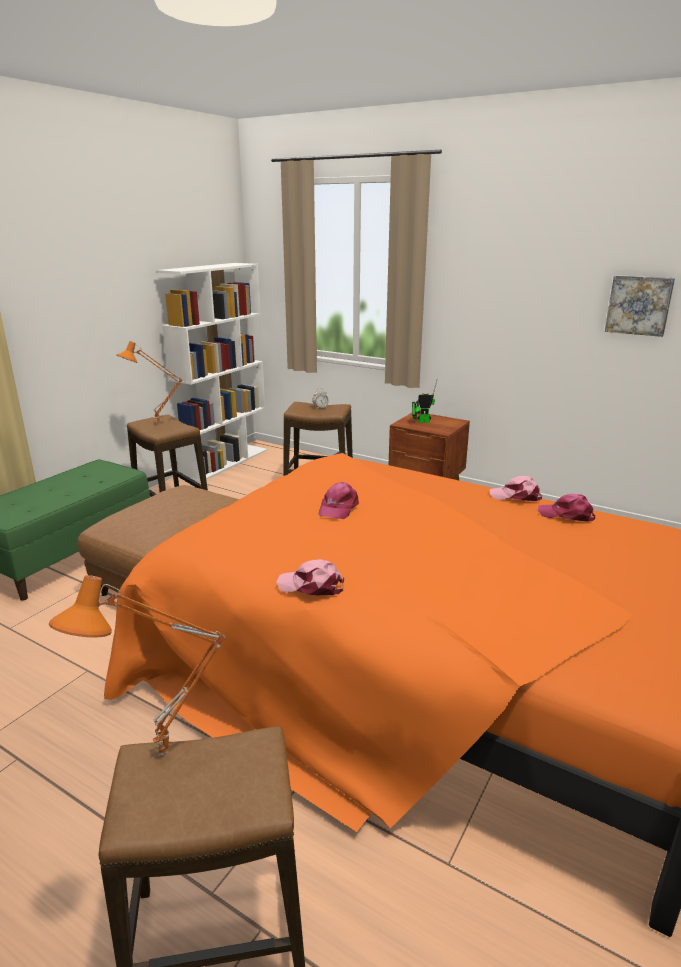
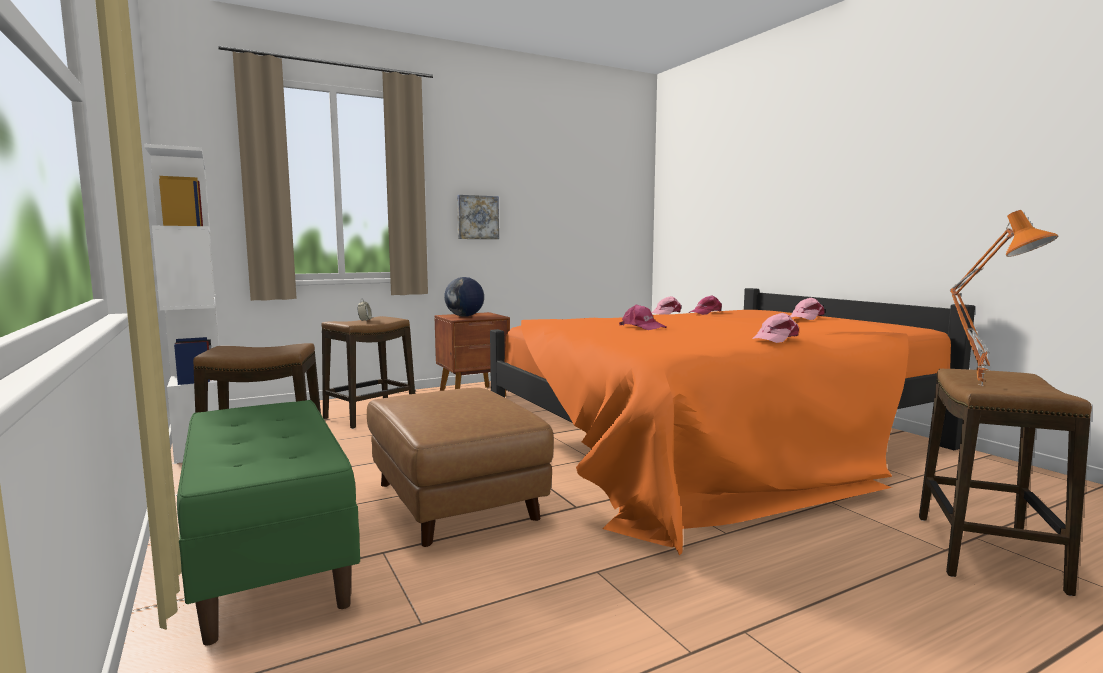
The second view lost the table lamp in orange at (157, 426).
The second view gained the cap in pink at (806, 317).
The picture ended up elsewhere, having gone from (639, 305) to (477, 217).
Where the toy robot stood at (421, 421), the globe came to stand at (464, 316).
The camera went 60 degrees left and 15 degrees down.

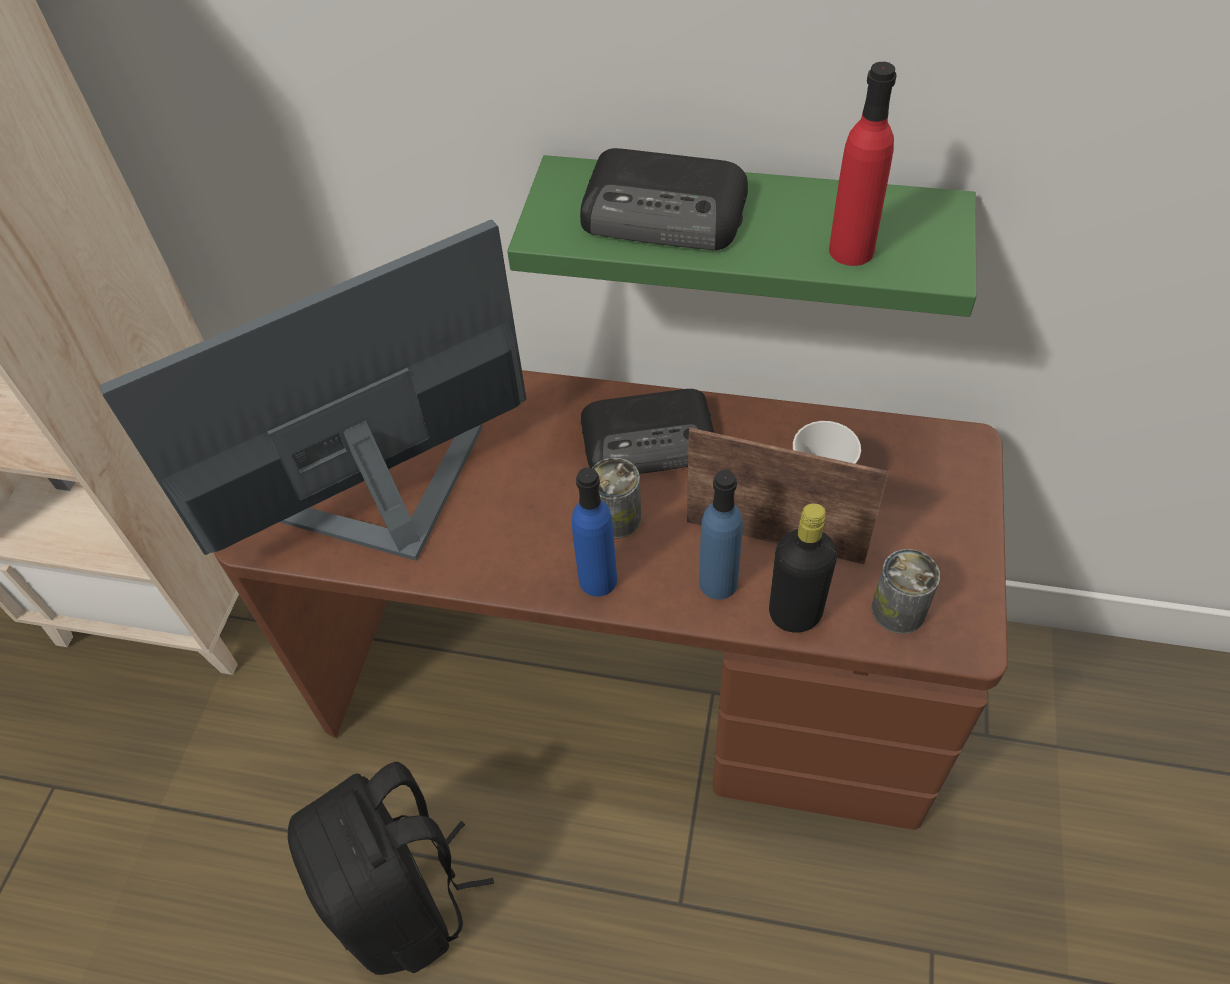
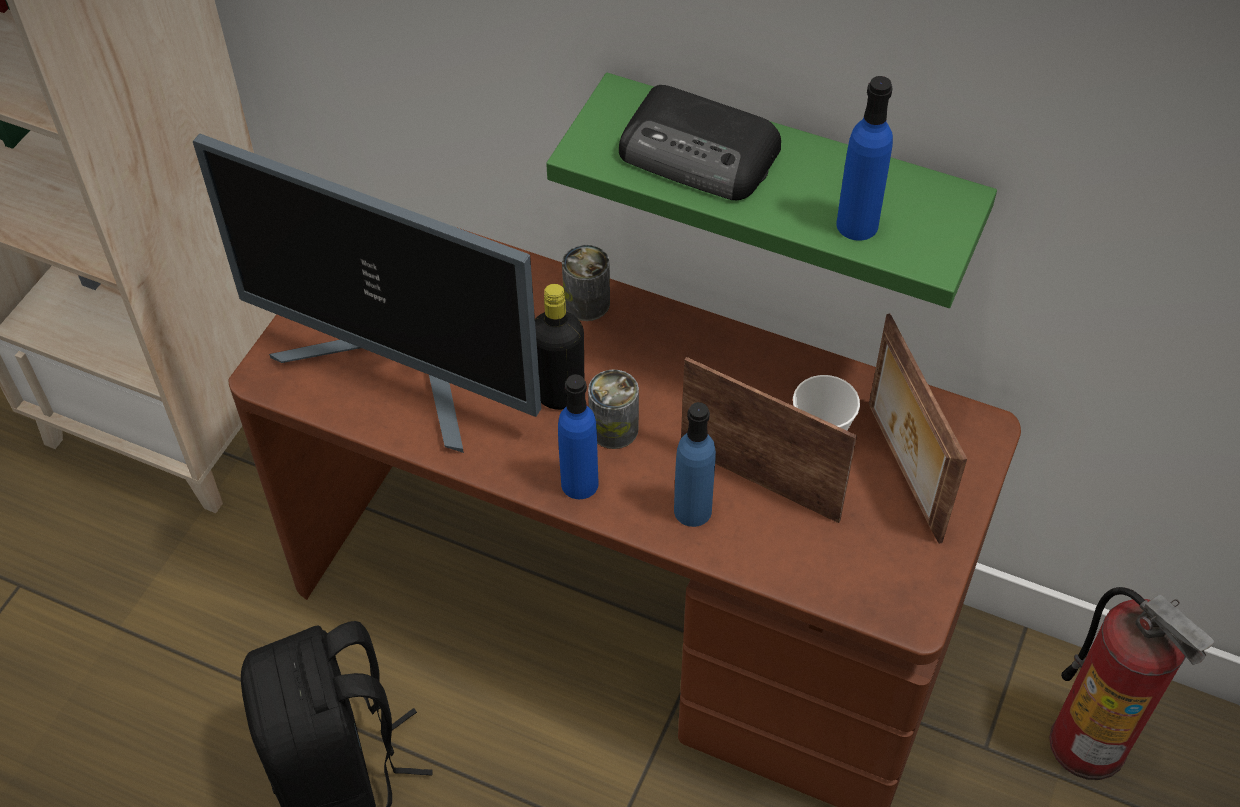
The second view lost the radio at (651, 441).
The second view gained the picture frame at (901, 471).
The second view gained the fire extinguisher at (1089, 743).
The bottle in black ended up elsewhere, having gone from (795, 613) to (560, 394).
The can ended up elsewhere, having gone from (898, 610) to (587, 303).
What was the bottle in red at (851, 250) turned into the bottle in blue at (857, 224).
The monitor at (387, 508) ended up facing another way, 135 degrees counterclockwise from before.
The camera went 10 degrees right and 0 degrees up.

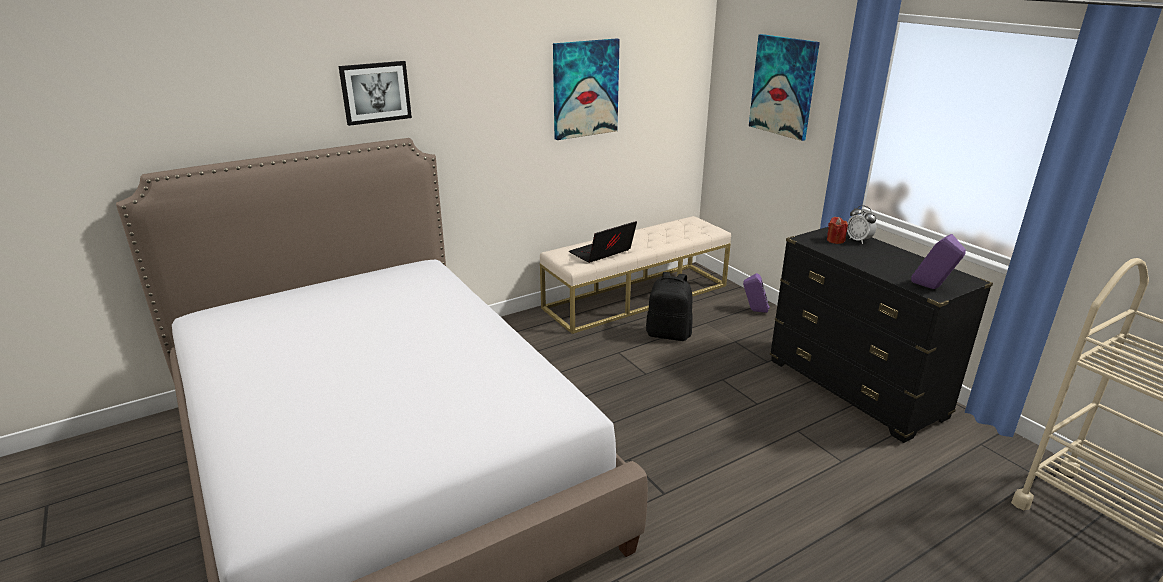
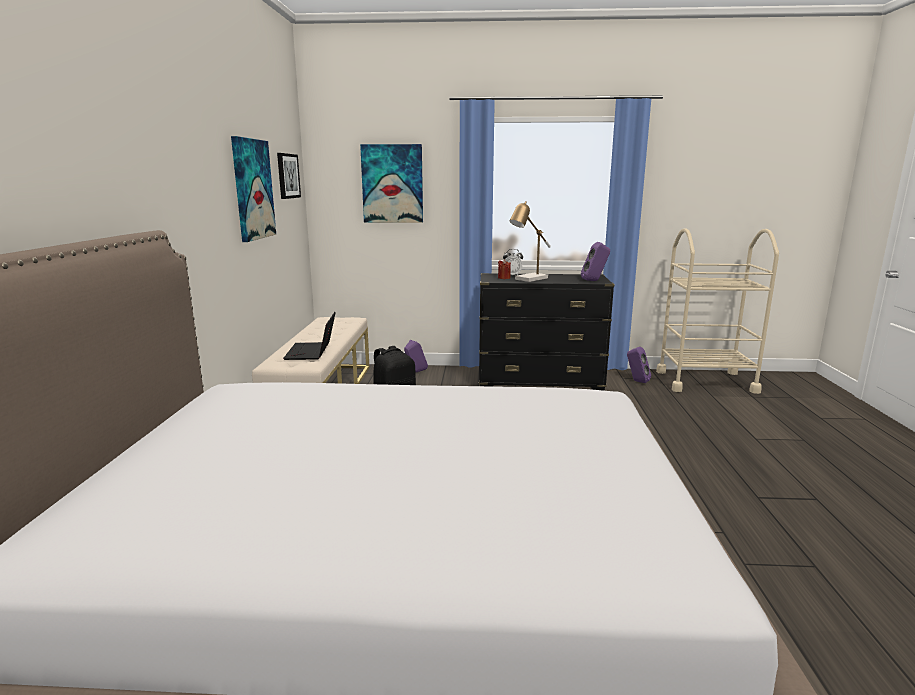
The second view gained the table lamp at (529, 279).
The second view gained the speaker in purple at (636, 381).
The picture ended up elsewhere, having gone from (375, 92) to (287, 176).
The camera went 55 degrees left and 10 degrees down.

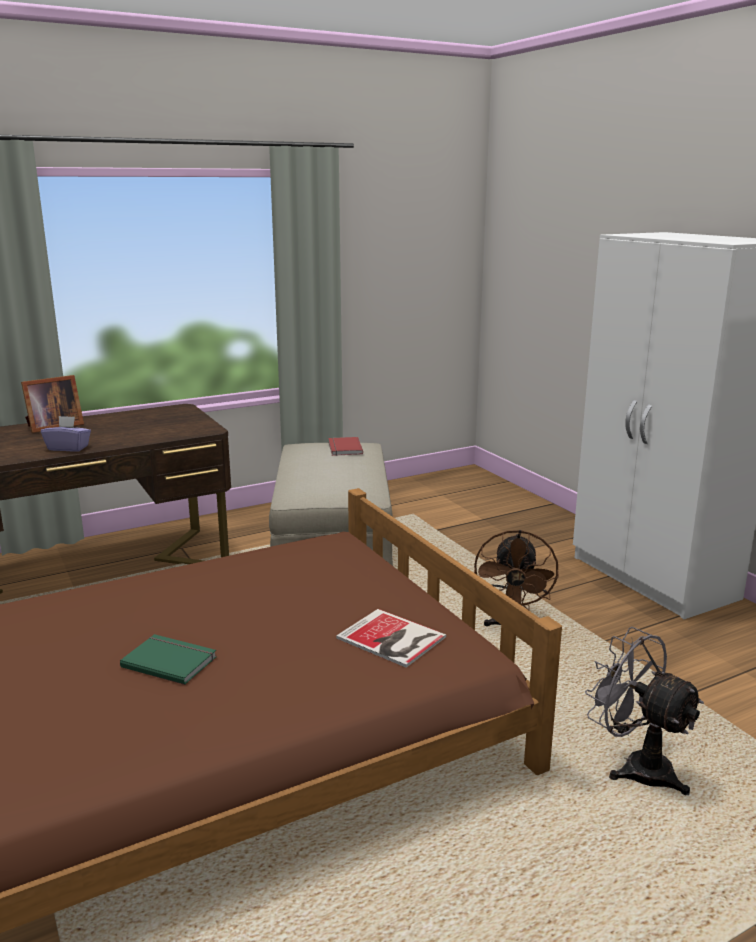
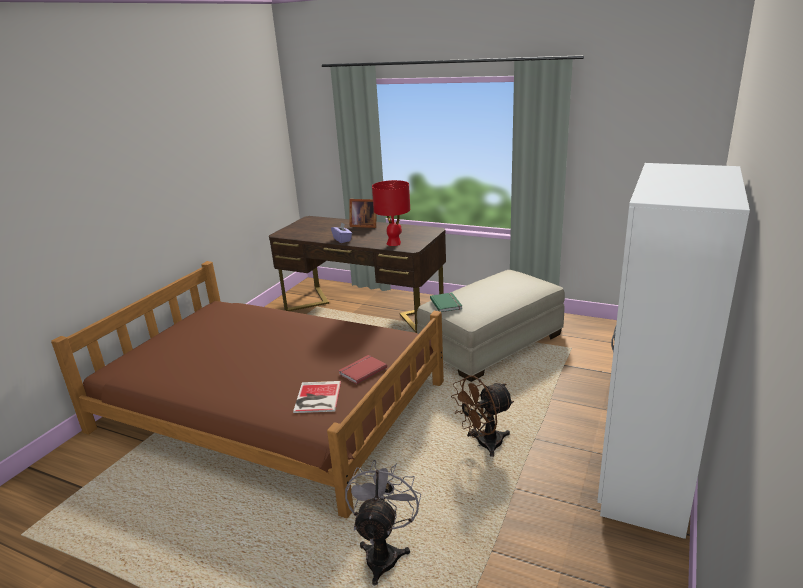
The second view gained the table lamp in red at (394, 243).
The book in green ended up elsewhere, having gone from (170, 661) to (447, 303).
The book in red ended up elsewhere, having gone from (343, 448) to (361, 370).
The camera went 55 degrees right and 5 degrees up.

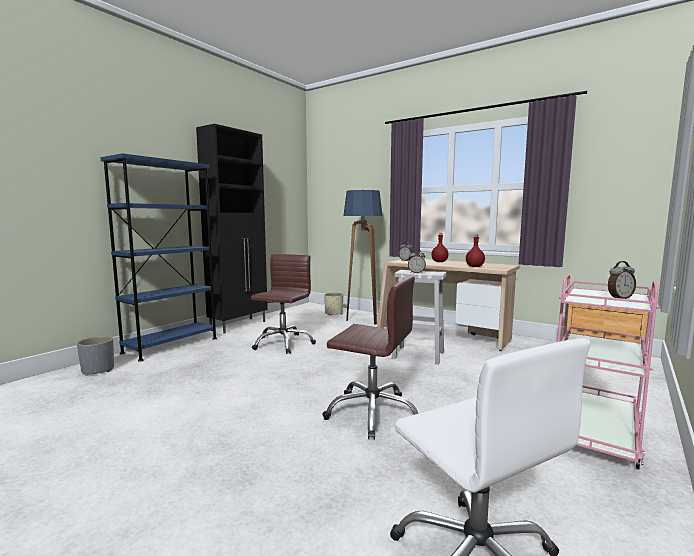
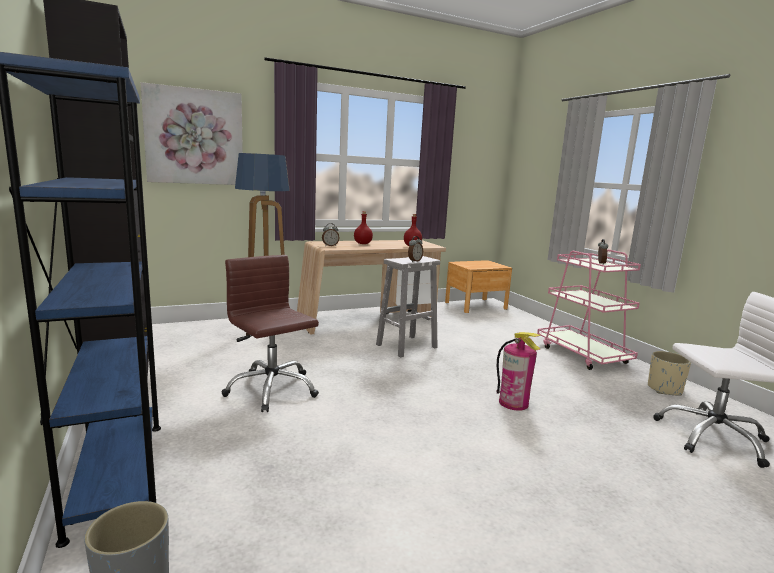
The second view gained the picture at (194, 137).
The planter in beige ended up elsewhere, having gone from (333, 313) to (664, 389).
Where the office chair in brown stood at (372, 412), the fire extinguisher came to stand at (513, 403).
The camera went 60 degrees left and 5 degrees up.

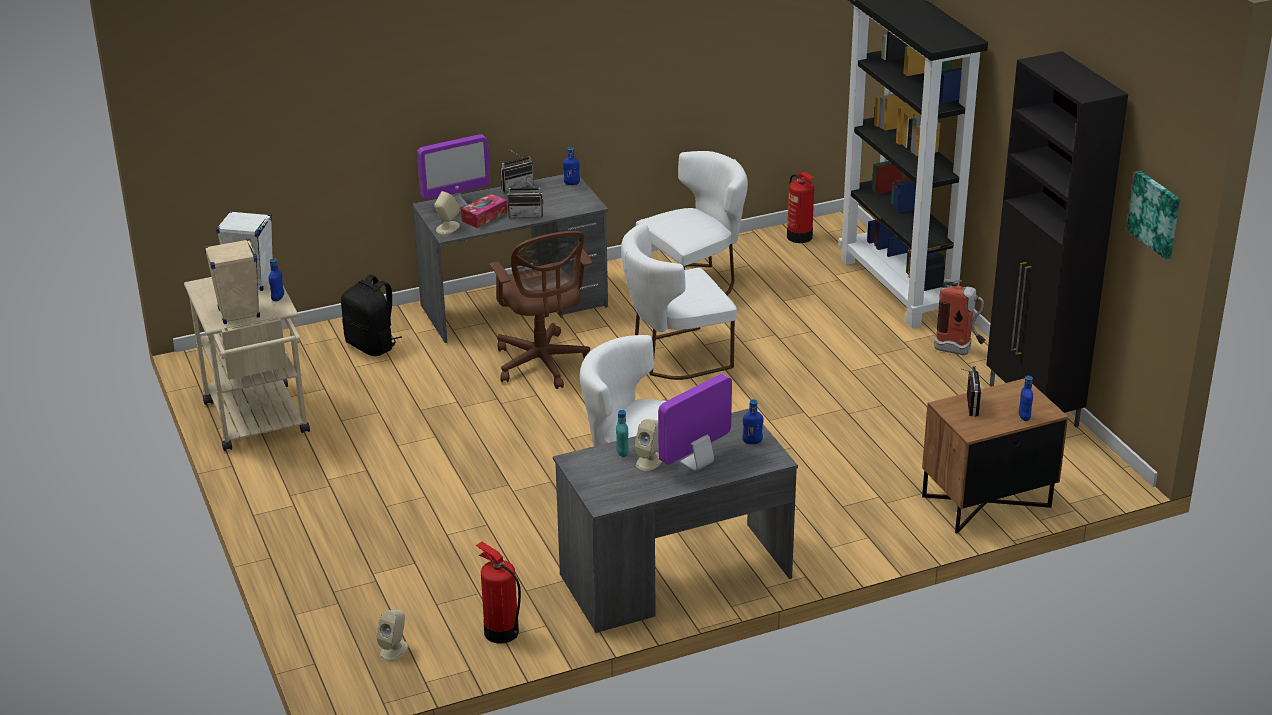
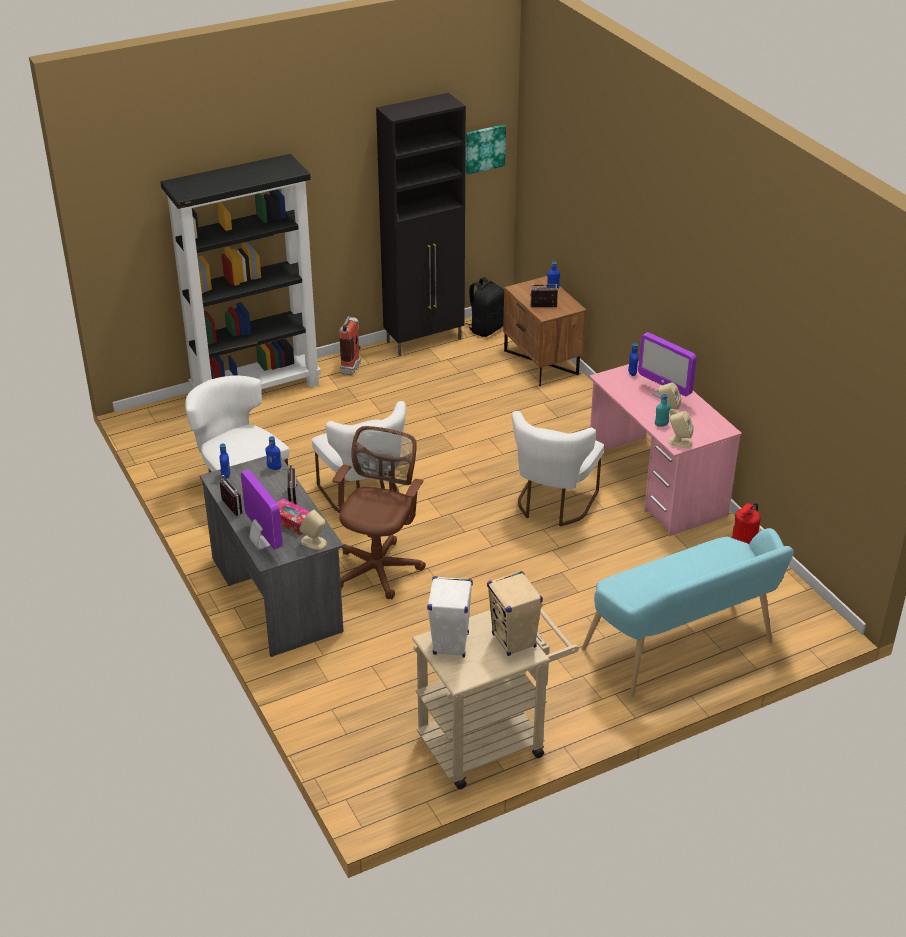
The second view lost the fire extinguisher at (799, 237).
The second view gained the bench in turquoise at (684, 650).
The bottle in blue ended up elsewhere, having gone from (278, 298) to (274, 468).
The backpack in black ended up elsewhere, having gone from (372, 345) to (486, 328).
The speaker in beige ended up elsewhere, having gone from (394, 650) to (679, 442).
What was the desk in grey at (675, 577) turned into the desk in pink at (656, 485).
The office chair in brown at (543, 365) ended up facing another way, 45 degrees counterclockwise from before.
The camera went 95 degrees left and 5 degrees up.

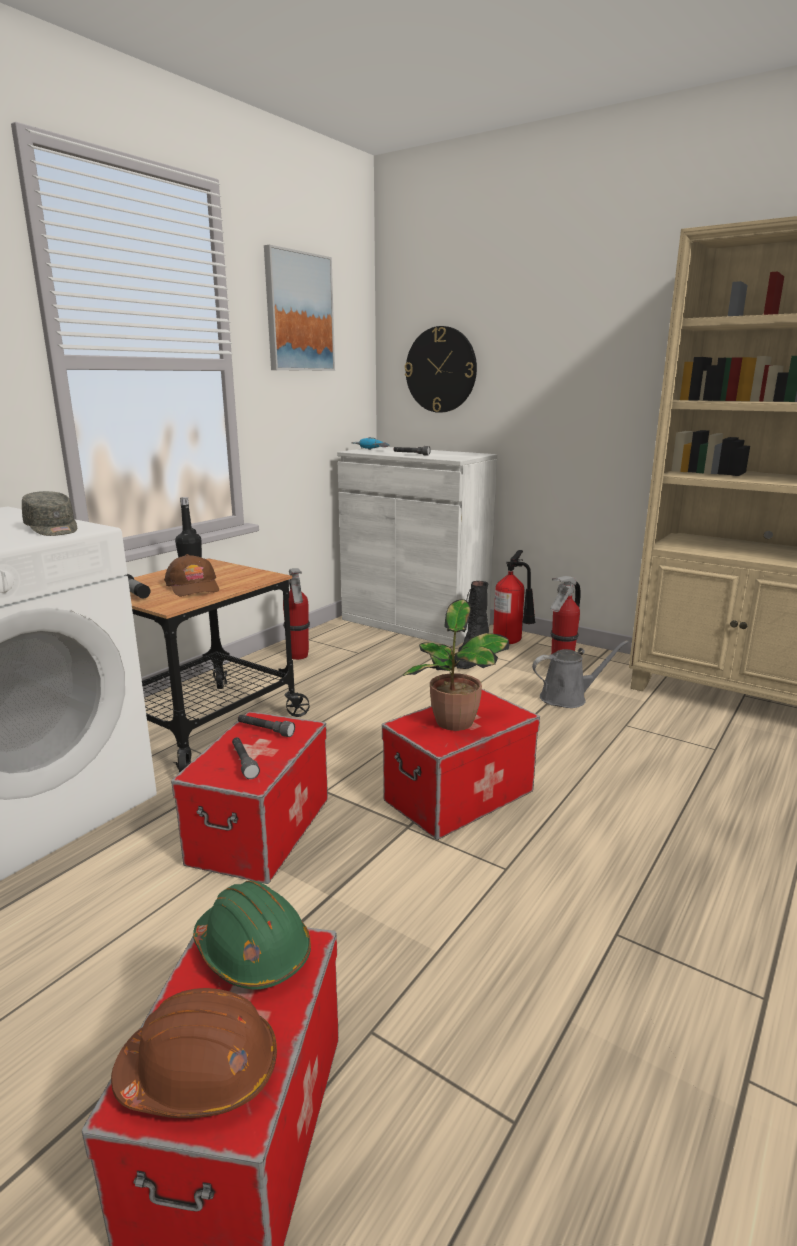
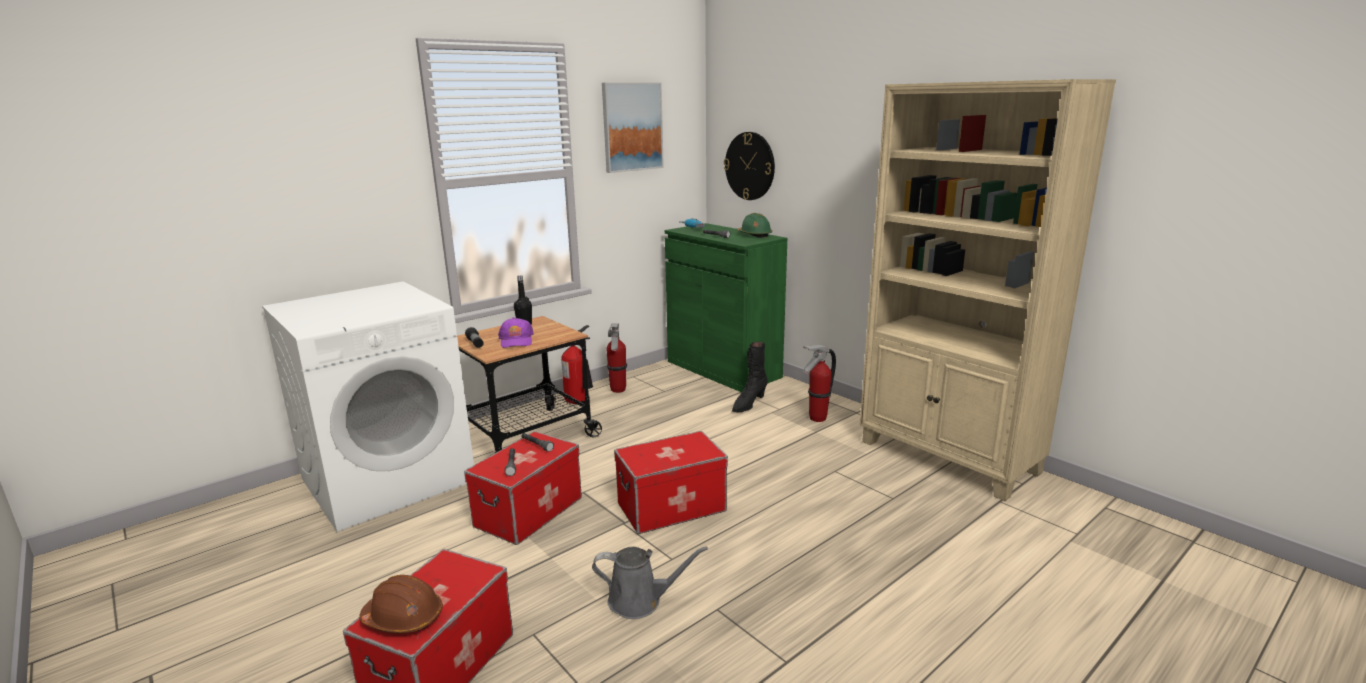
The second view lost the cap in grey at (53, 529).
The second view lost the potted plant at (454, 723).
The hard hat in green ended up elsewhere, having gone from (253, 952) to (754, 235).
The fire extinguisher ended up elsewhere, having gone from (511, 642) to (580, 402).
The watering can in grey ended up elsewhere, having gone from (567, 698) to (640, 601).
What was the cap in brown at (193, 587) turned into the cap in purple at (516, 340).
What was the cabinet in white at (414, 623) turned into the cabinet in green at (723, 369).
The camera went 15 degrees right and 0 degrees up.

